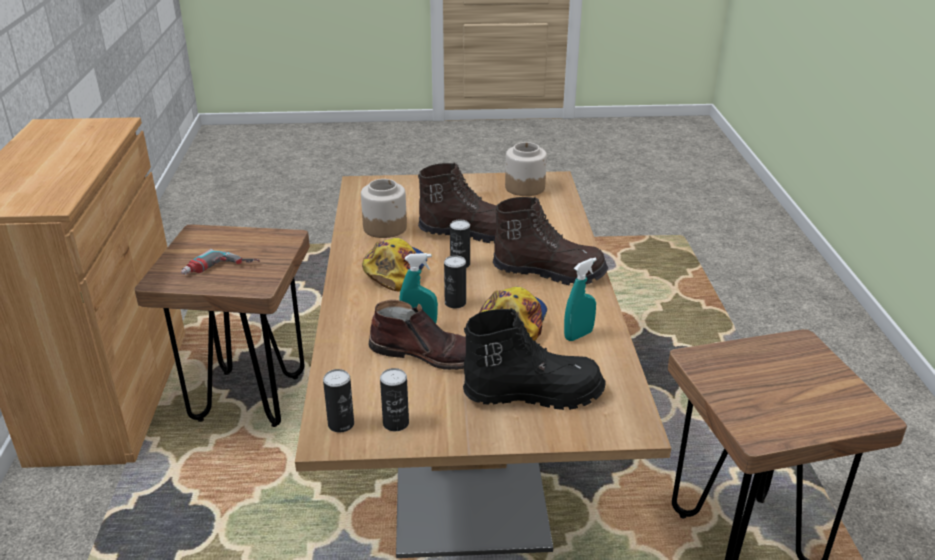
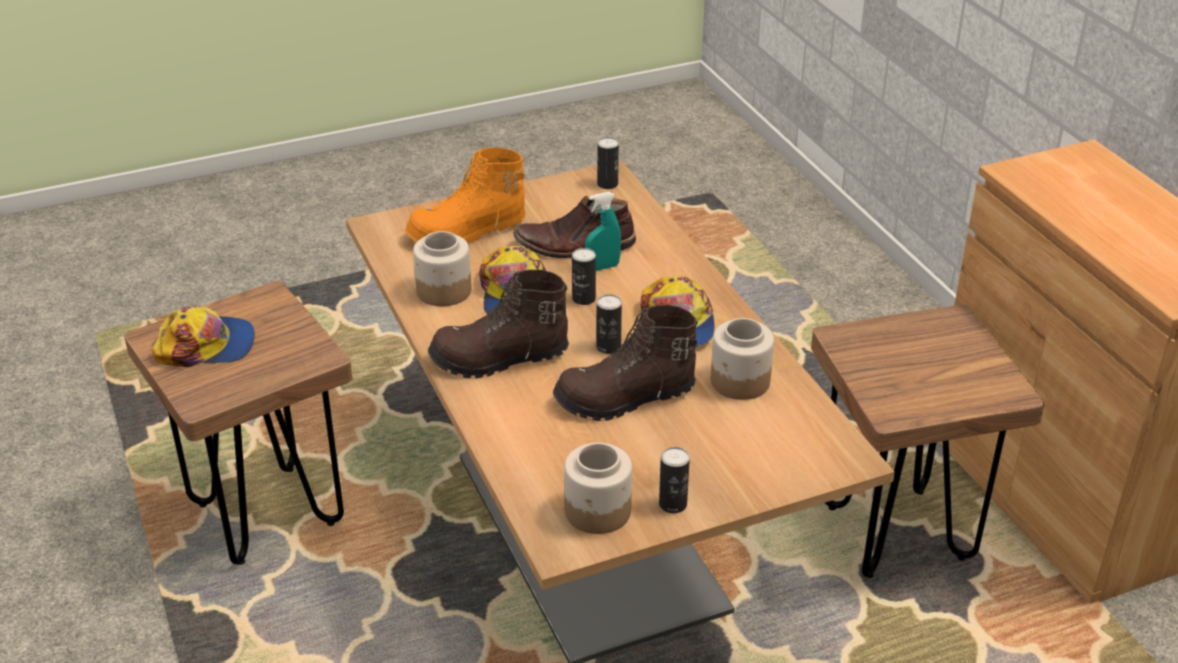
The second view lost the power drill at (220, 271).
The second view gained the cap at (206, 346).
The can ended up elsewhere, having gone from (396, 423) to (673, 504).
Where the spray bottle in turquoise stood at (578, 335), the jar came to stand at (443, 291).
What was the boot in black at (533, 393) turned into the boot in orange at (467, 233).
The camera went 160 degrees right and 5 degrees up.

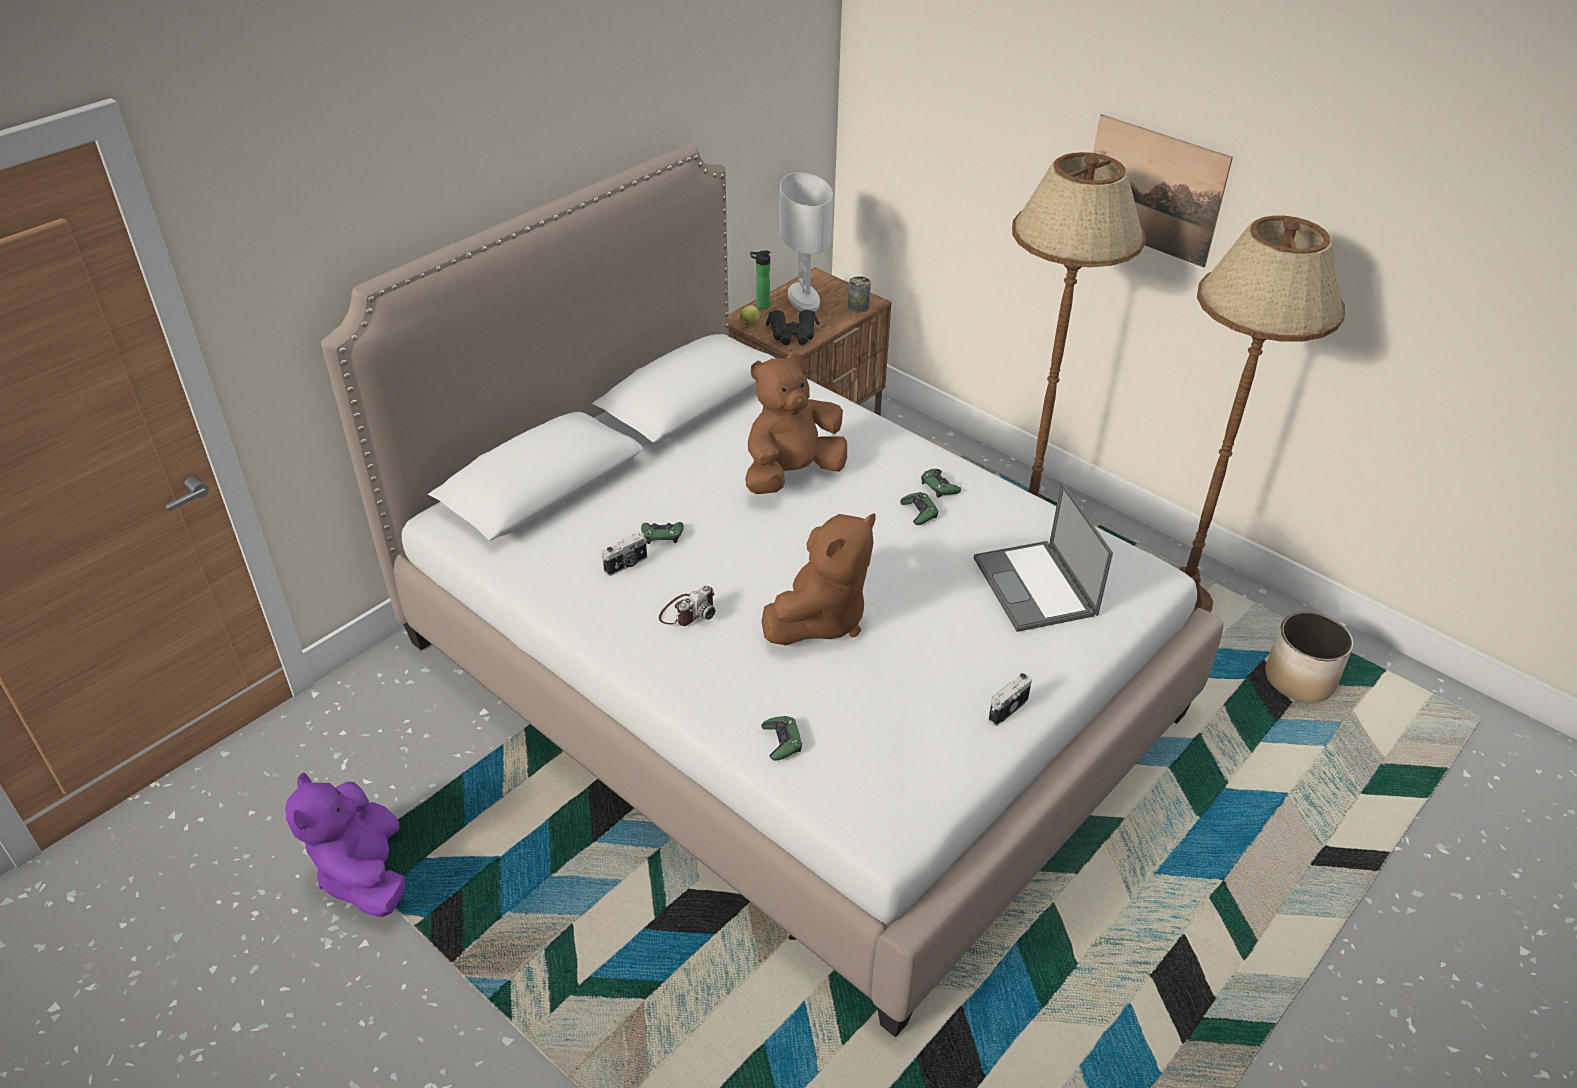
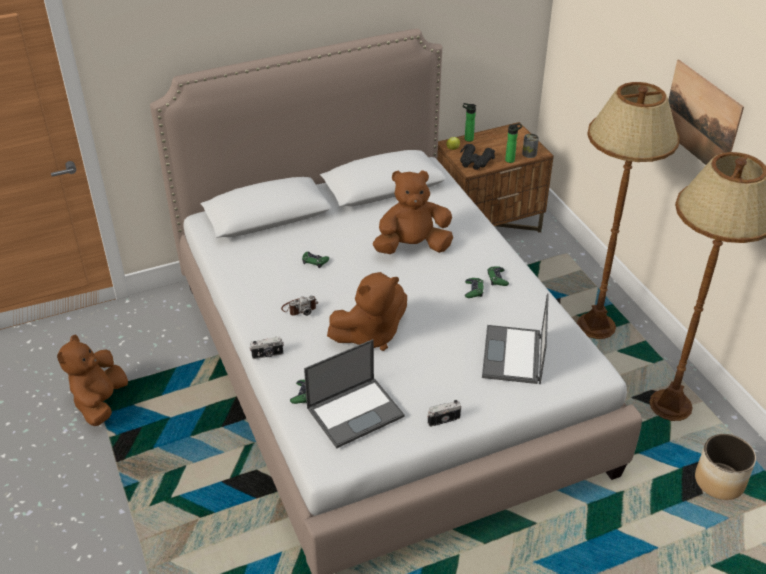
The second view lost the table lamp in white at (804, 299).
The second view gained the laptop at (356, 411).
The second view gained the bottle at (511, 160).
The photo camera ended up elsewhere, having gone from (626, 565) to (267, 355).
What was the plush toy in purple at (364, 874) turned into the plush toy in brown at (100, 402).
The camera went 25 degrees right and 0 degrees up.

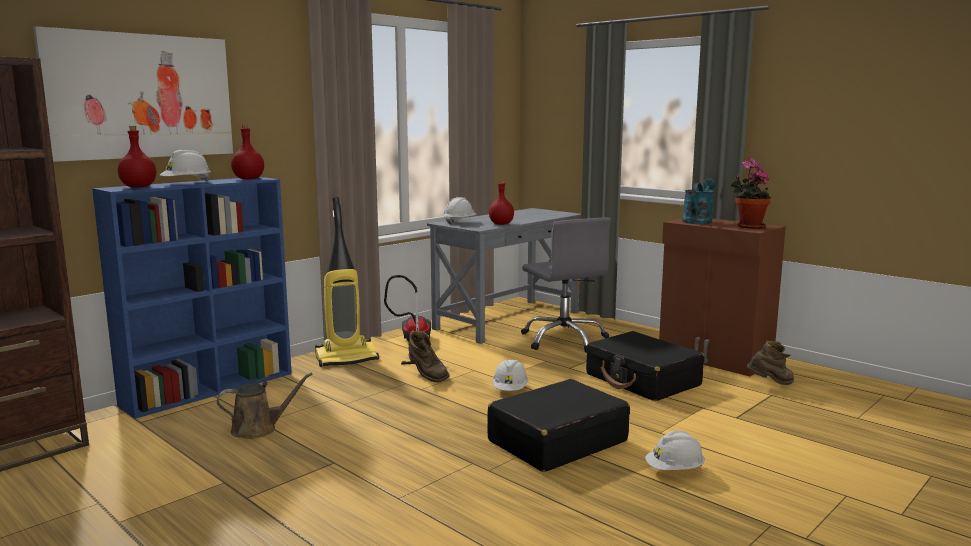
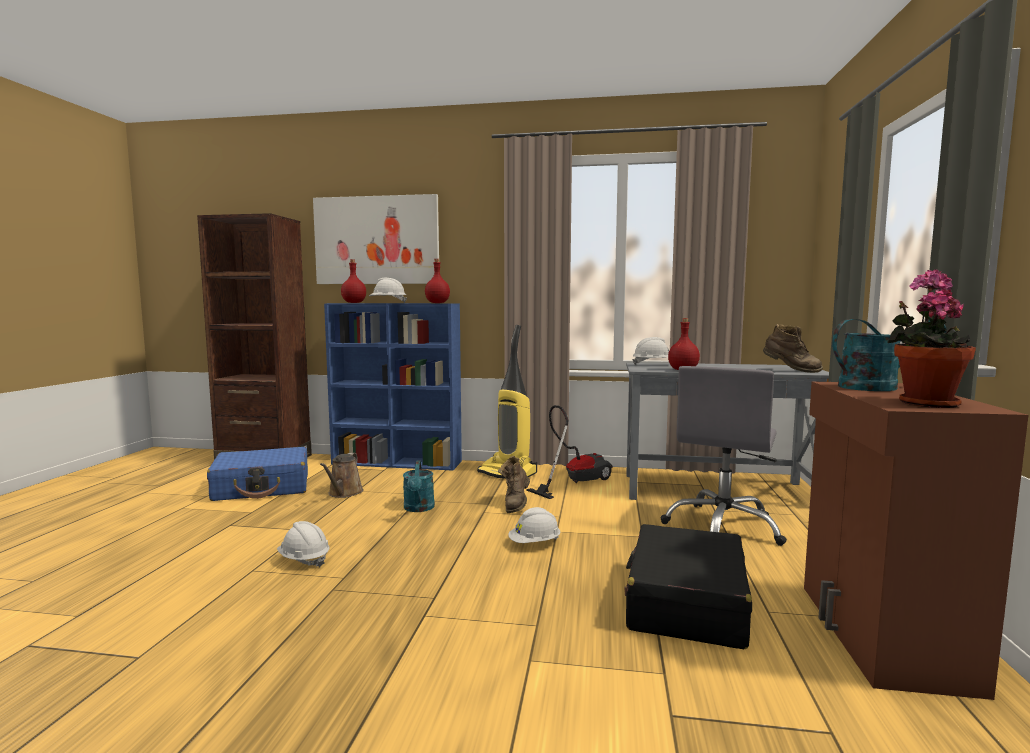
The second view lost the suitcase in black at (557, 441).
The second view gained the suitcase in blue at (262, 487).
The second view gained the watering can in turquoise at (419, 509).
The hard hat in white ended up elsewhere, having gone from (674, 470) to (304, 560).
The boot in brown ended up elsewhere, having gone from (771, 384) to (791, 370).
The watering can in brown at (258, 429) ended up facing another way, 60 degrees clockwise from before.
The camera went 55 degrees right and 5 degrees down.

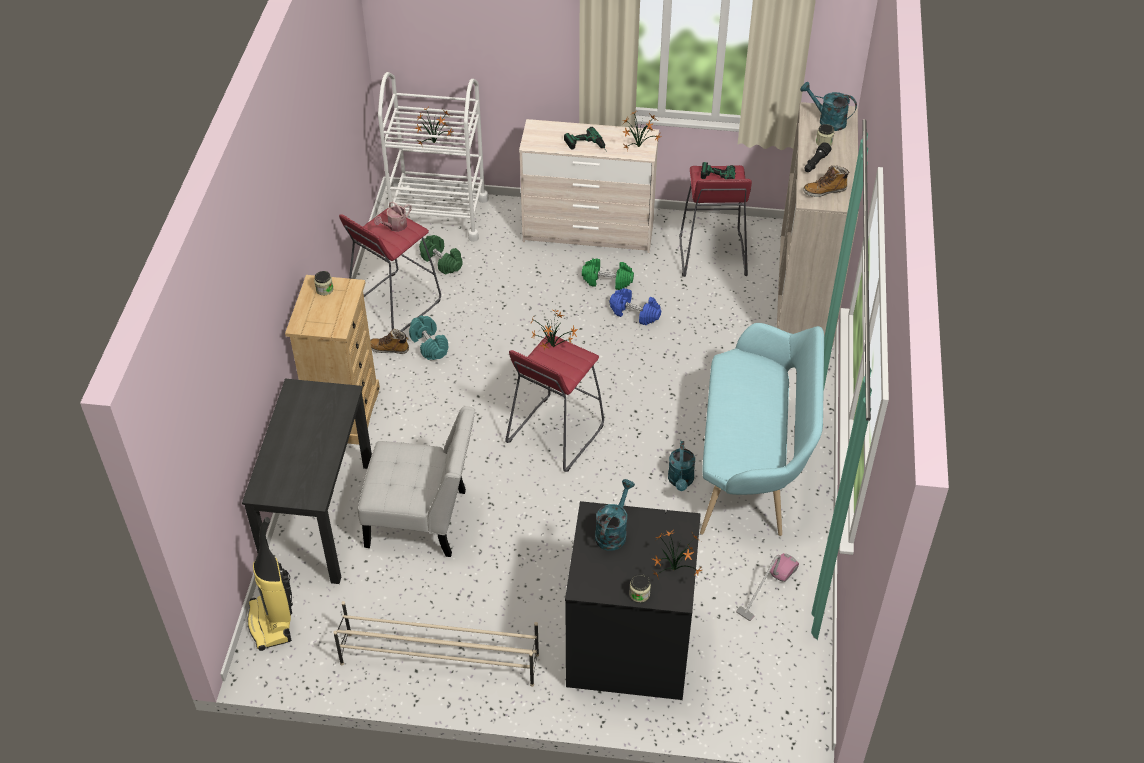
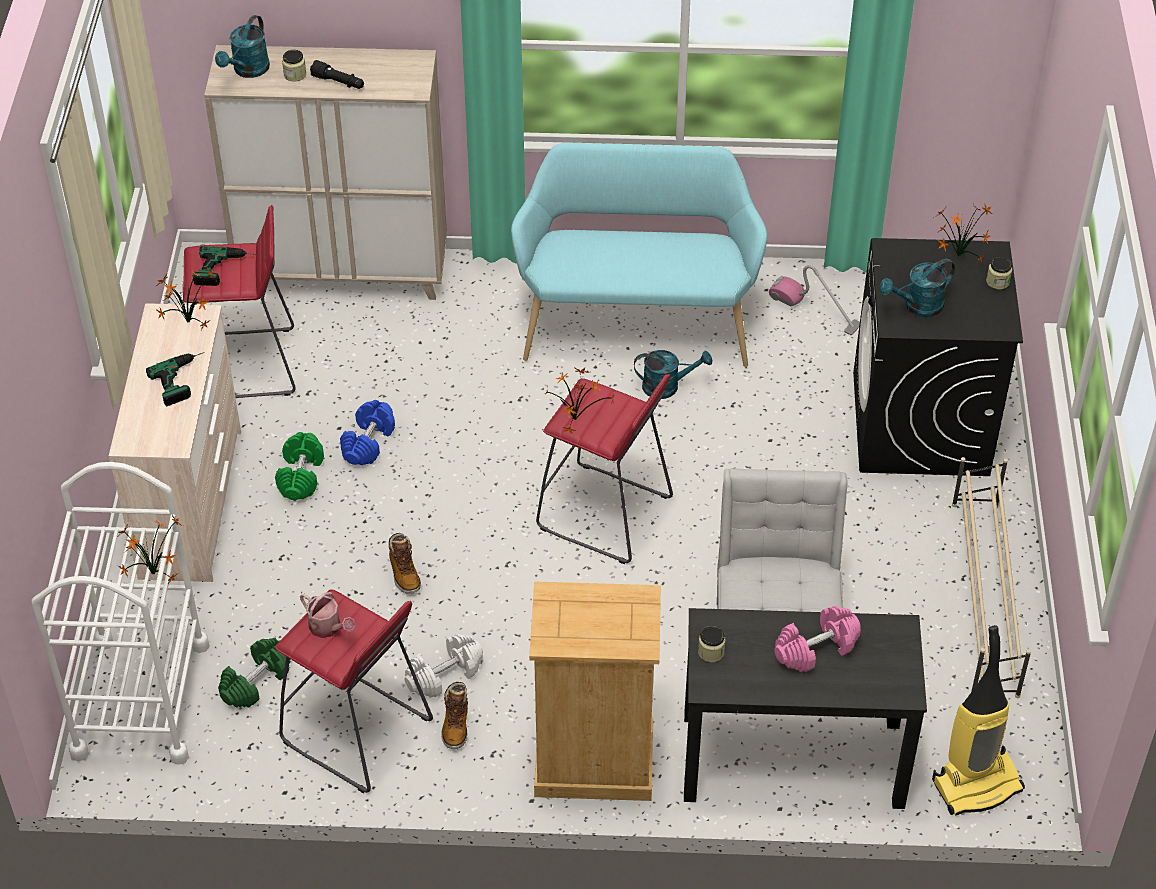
The second view gained the dumbbell in pink at (816, 649).
The jar ended up elsewhere, having gone from (324, 289) to (711, 652).
The boot ended up elsewhere, having gone from (824, 191) to (404, 573).
What was the dumbbell in turquoise at (429, 345) turned into the dumbbell in white at (444, 675).
The watering can in turquoise at (613, 531) ended up facing another way, 45 degrees counterclockwise from before.
The camera went 95 degrees left and 0 degrees up.

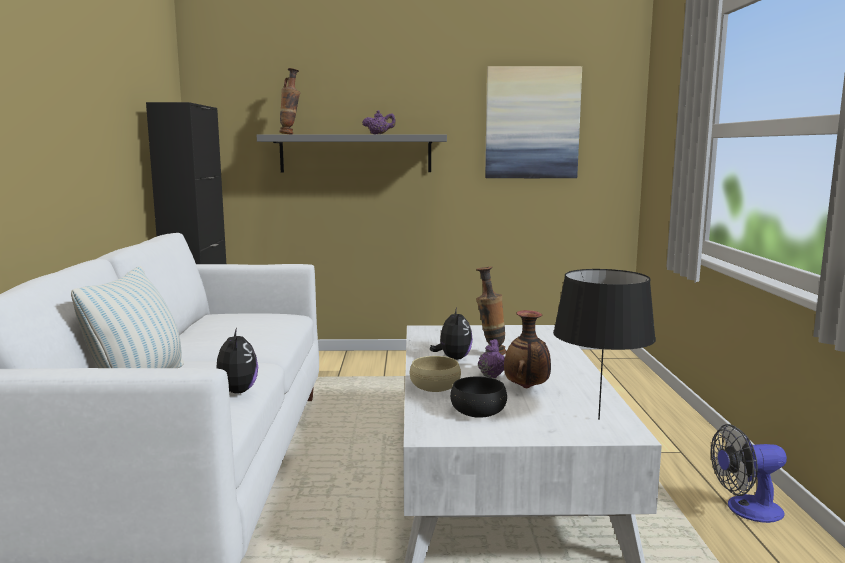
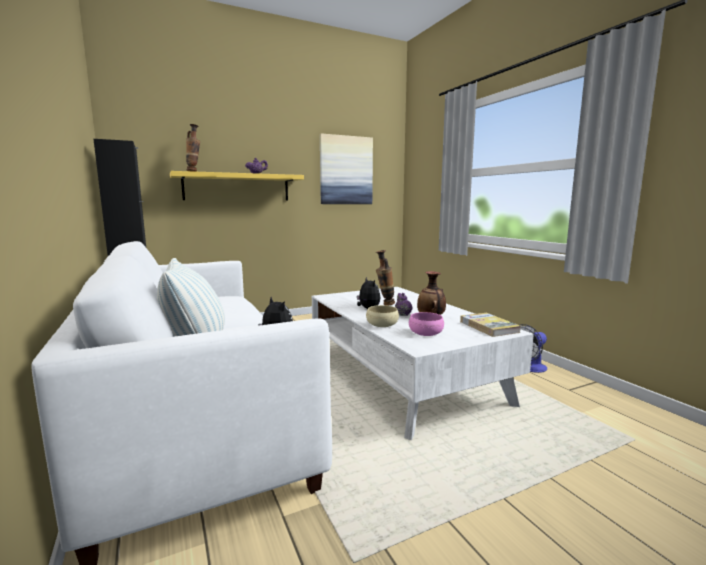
Where the table lamp in black stood at (599, 419), the book came to stand at (488, 327).
What was the shelf in grey at (355, 153) turned into the shelf in yellow at (237, 187).
What was the bowl in black at (478, 411) turned into the bowl in pink at (426, 333).
The camera went 25 degrees left and 0 degrees up.

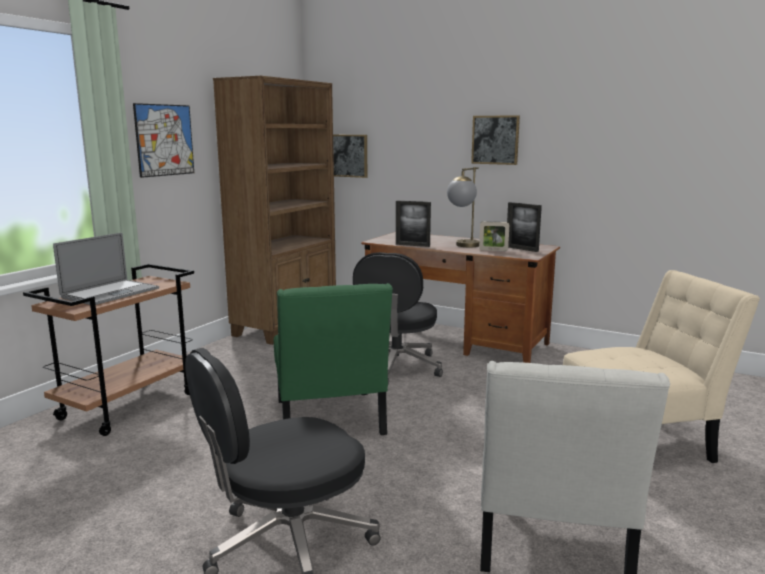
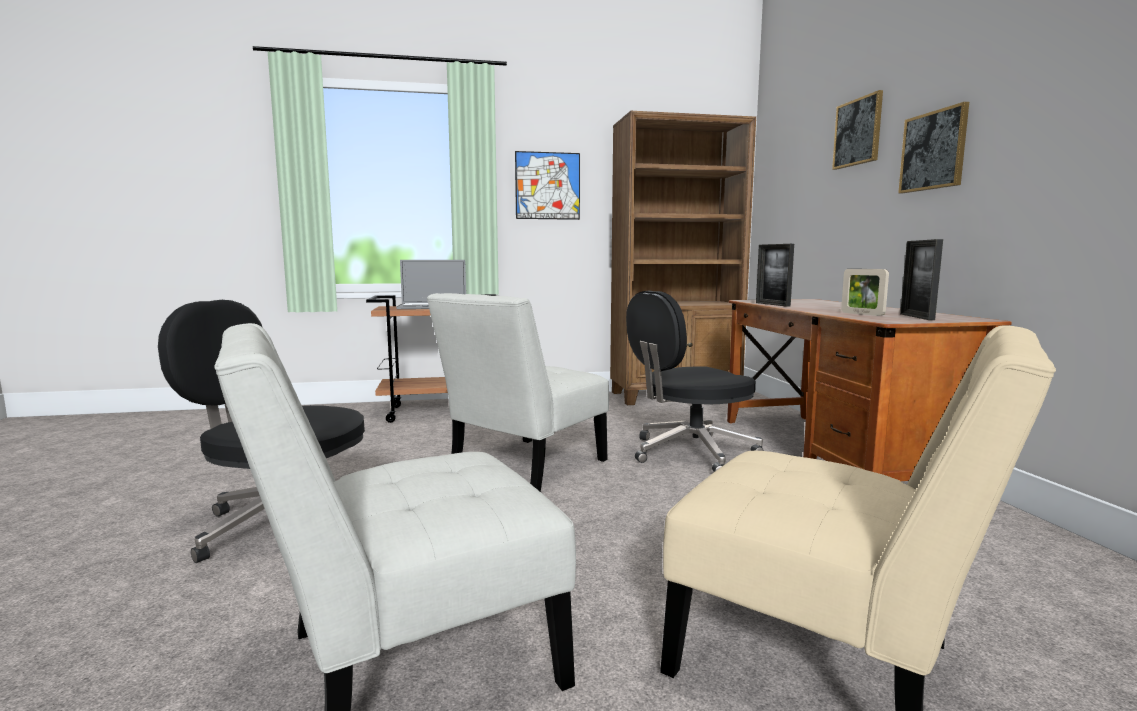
The second view lost the table lamp at (463, 246).
The picture ended up elsewhere, having gone from (349, 155) to (858, 132).
What was the chair in green at (330, 421) turned into the chair in white at (523, 467).
The camera went 50 degrees right and 5 degrees down.

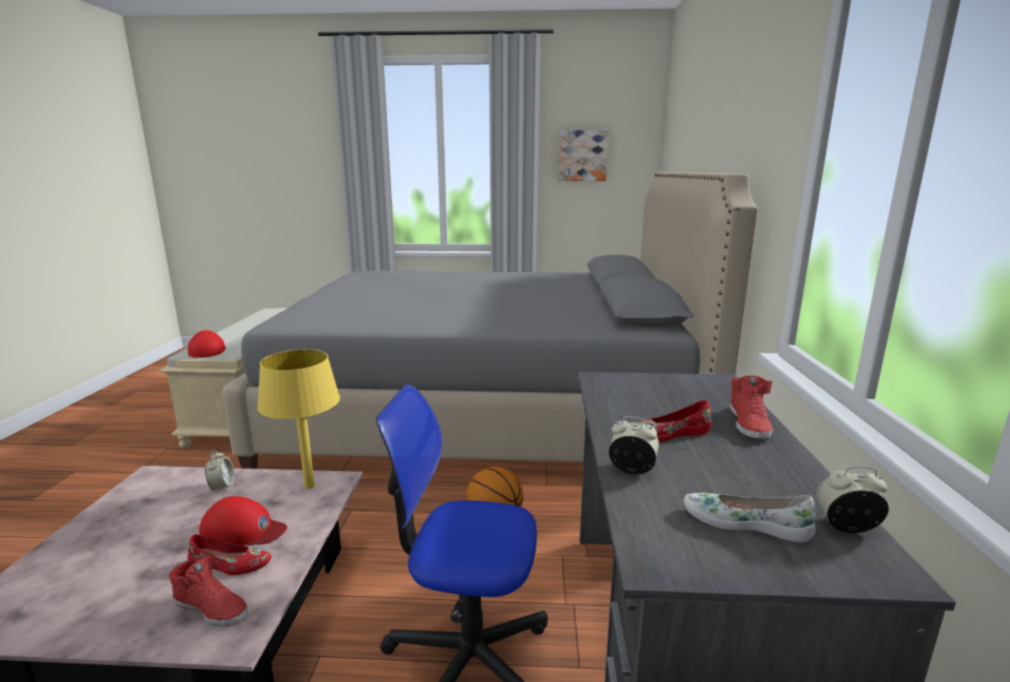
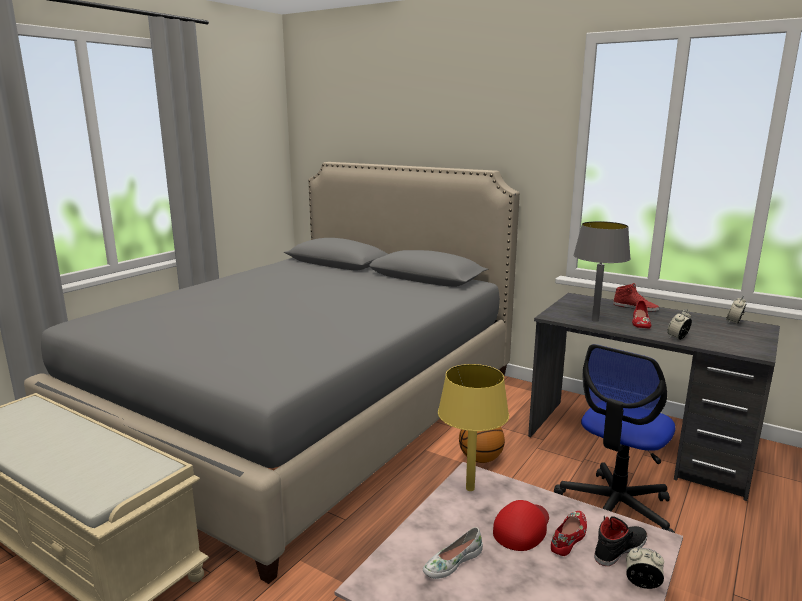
The second view lost the cap in red at (208, 350).
The second view lost the picture at (582, 155).
The second view gained the table lamp in grey at (595, 320).
The alarm clock ended up elsewhere, having gone from (222, 487) to (642, 584).
The shoe in white ended up elsewhere, having gone from (745, 523) to (452, 562).
What was the shoe in red at (212, 607) turned into the shoe in black at (619, 548).
The camera went 60 degrees left and 0 degrees up.

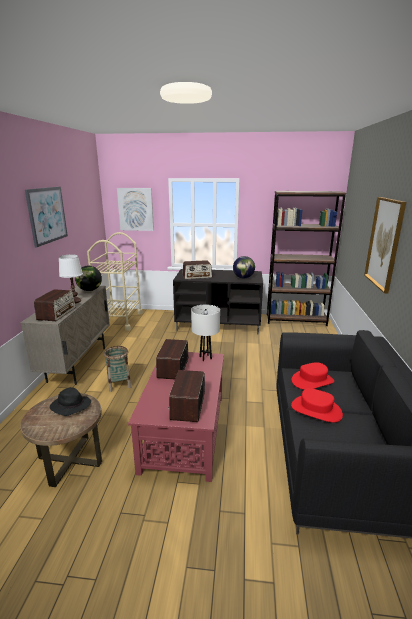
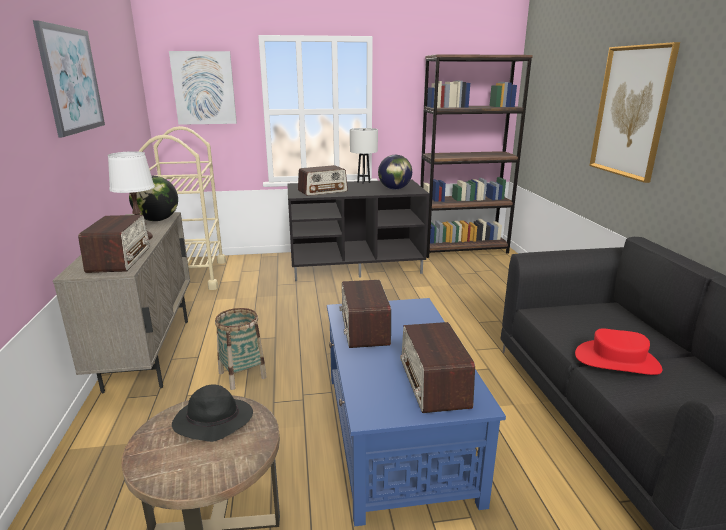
The second view lost the hat in red at (312, 381).
The table lamp in white ended up elsewhere, having gone from (205, 358) to (363, 182).
What was the coffee table in red at (184, 431) turned into the coffee table in blue at (396, 434).
The camera went 15 degrees left and 0 degrees up.

